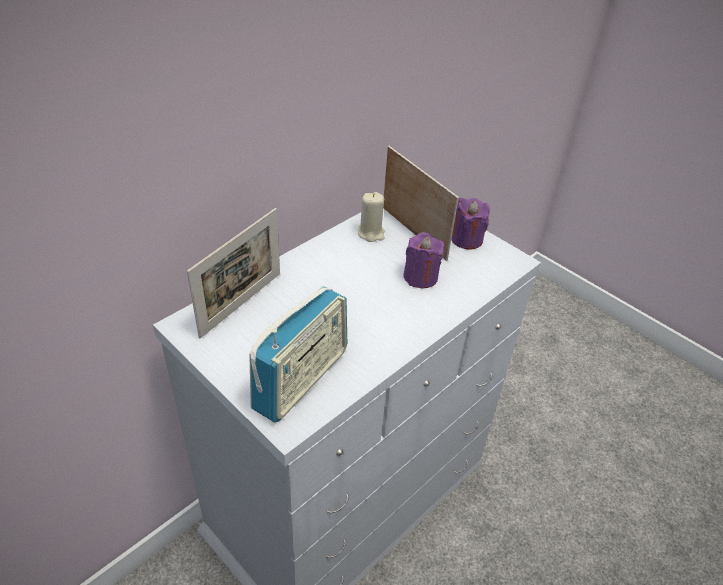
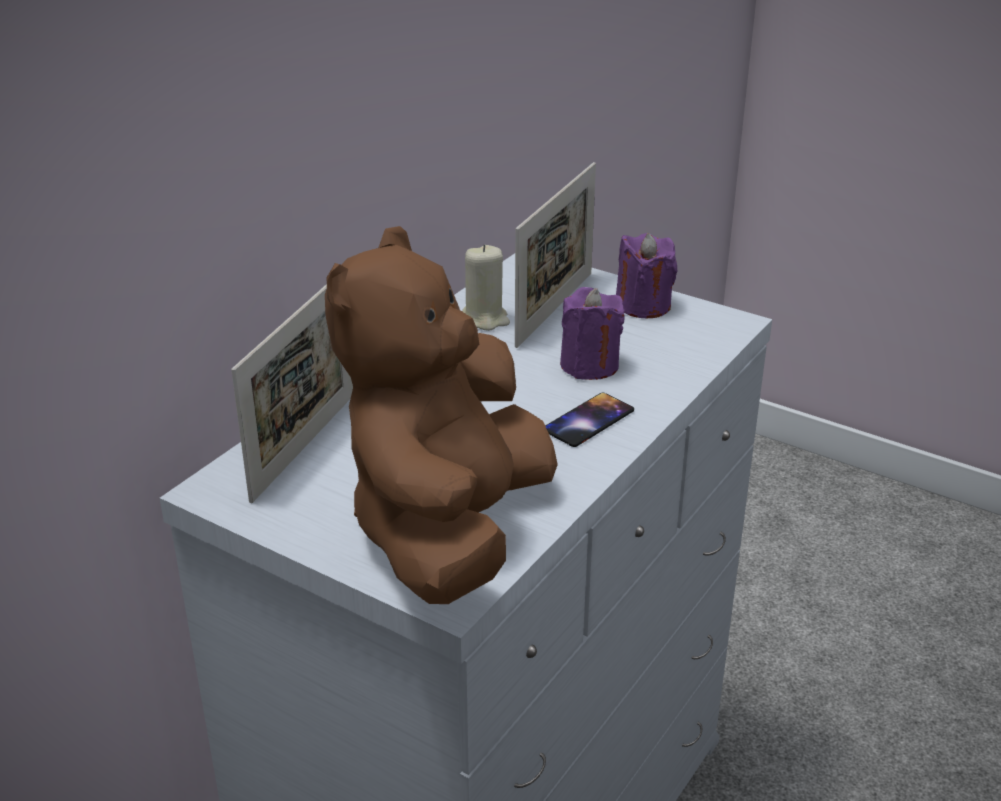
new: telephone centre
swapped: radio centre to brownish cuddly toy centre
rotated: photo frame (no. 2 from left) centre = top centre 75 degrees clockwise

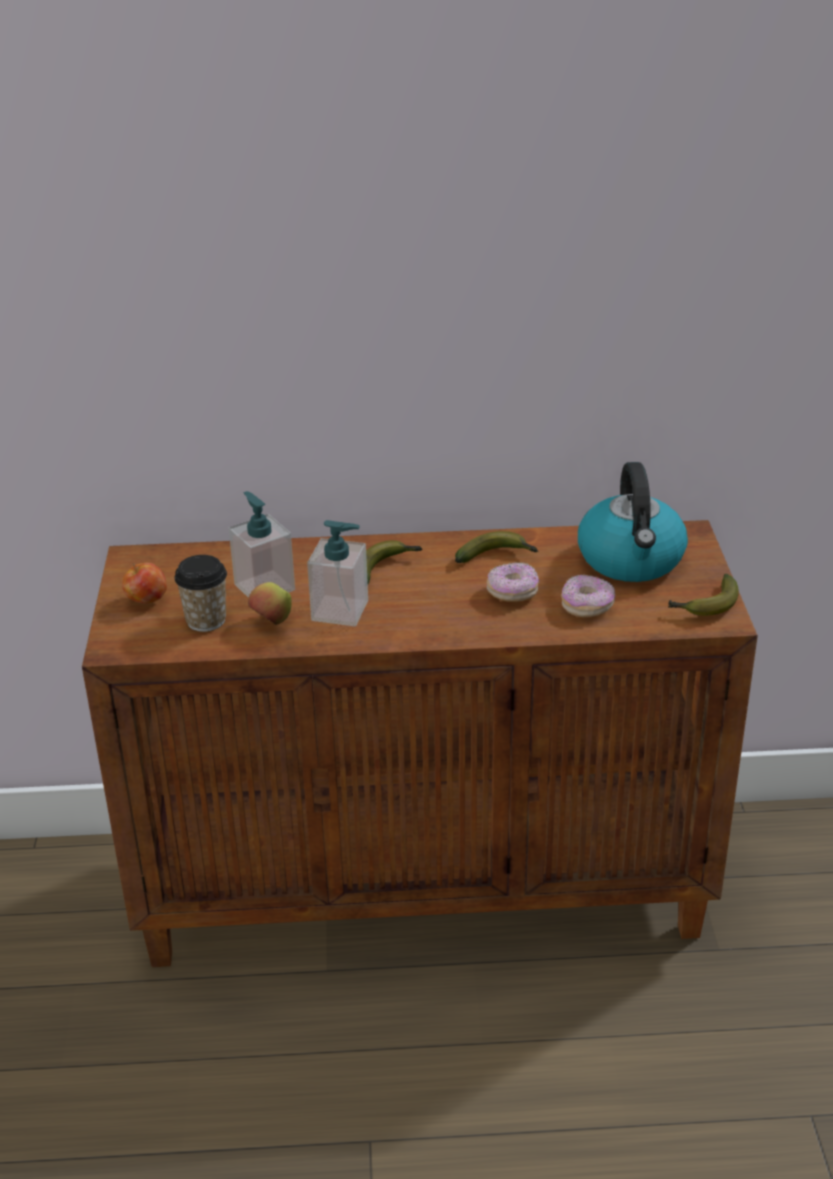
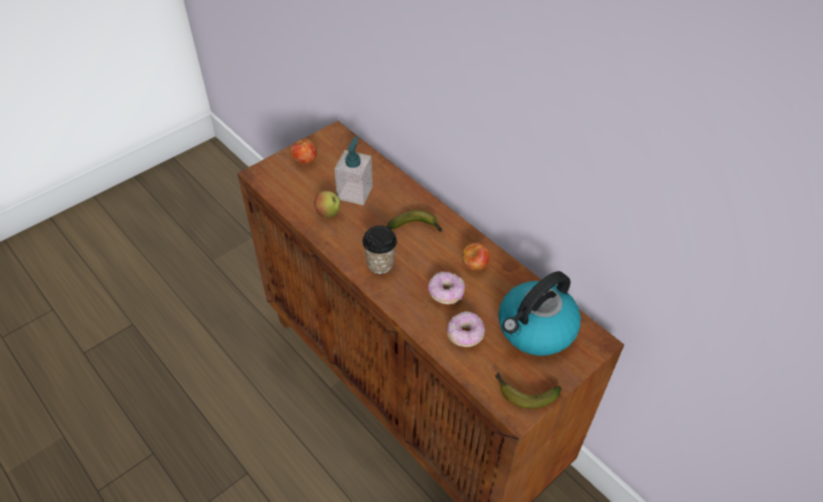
gone: soap bottle (no. 2 from left) centre
shifted: small cup middle left to centre
swapped: banana fruit (no. 2 from left) centre to apple (no. 3 from left) centre

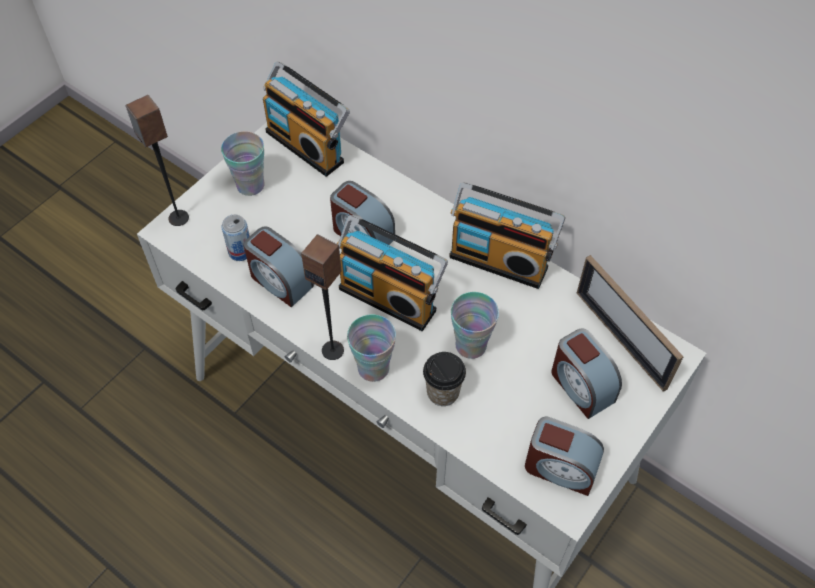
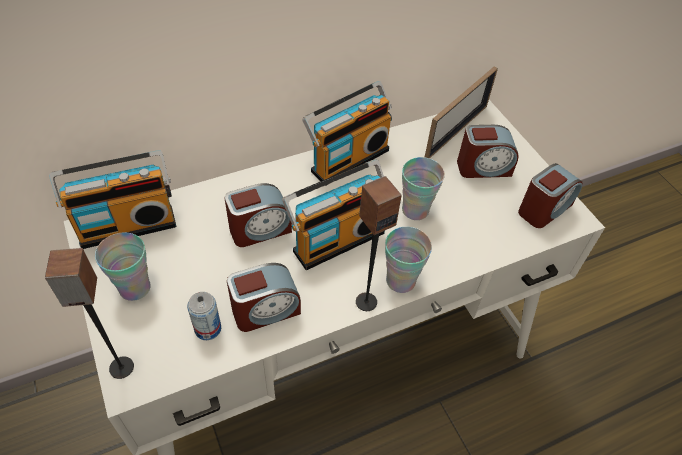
gone: small cup (no. 3 from left) centre
rotated: photo frame middle right = top right 45 degrees counterclockwise

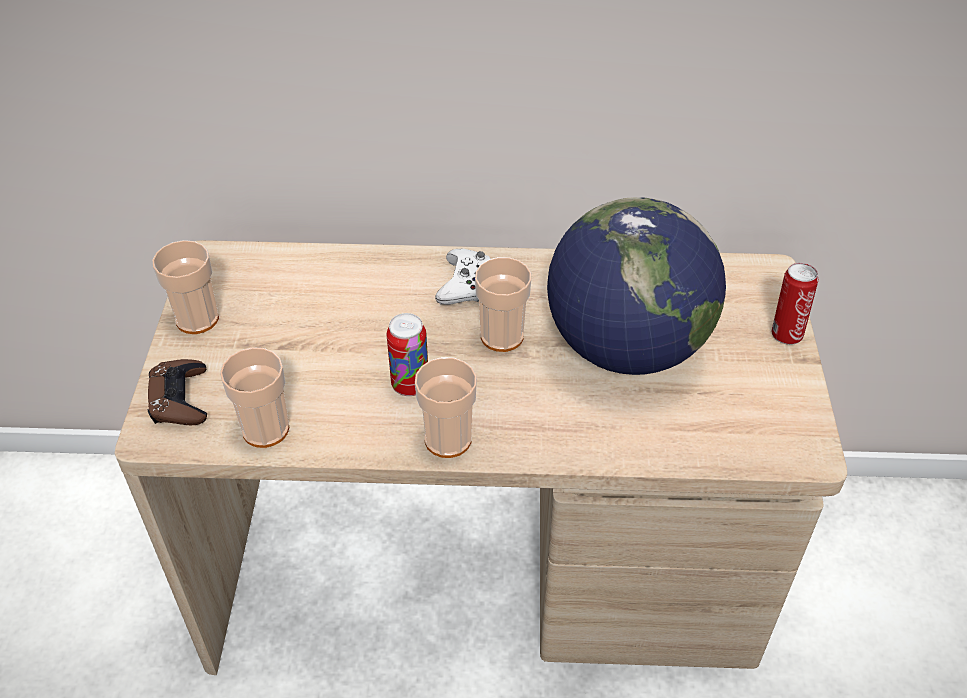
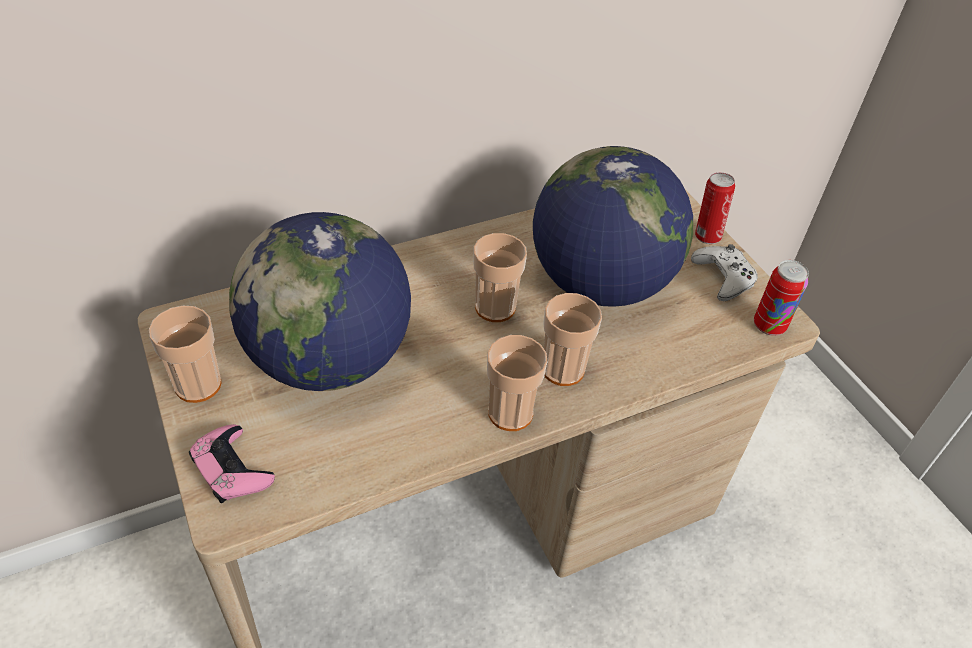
new: world globe (no. 1 from left) middle left
shifted: white-coloured joypad centre to middle right; sealed can (no. 1 from left in the first image) centre to sealed can (no. 2 from left) middle right; small cup (no. 2 from left in the first image) middle left to small cup (no. 4 from left) centre
repainted: brownish joypad middle left to pink-coloured joypad bottom left

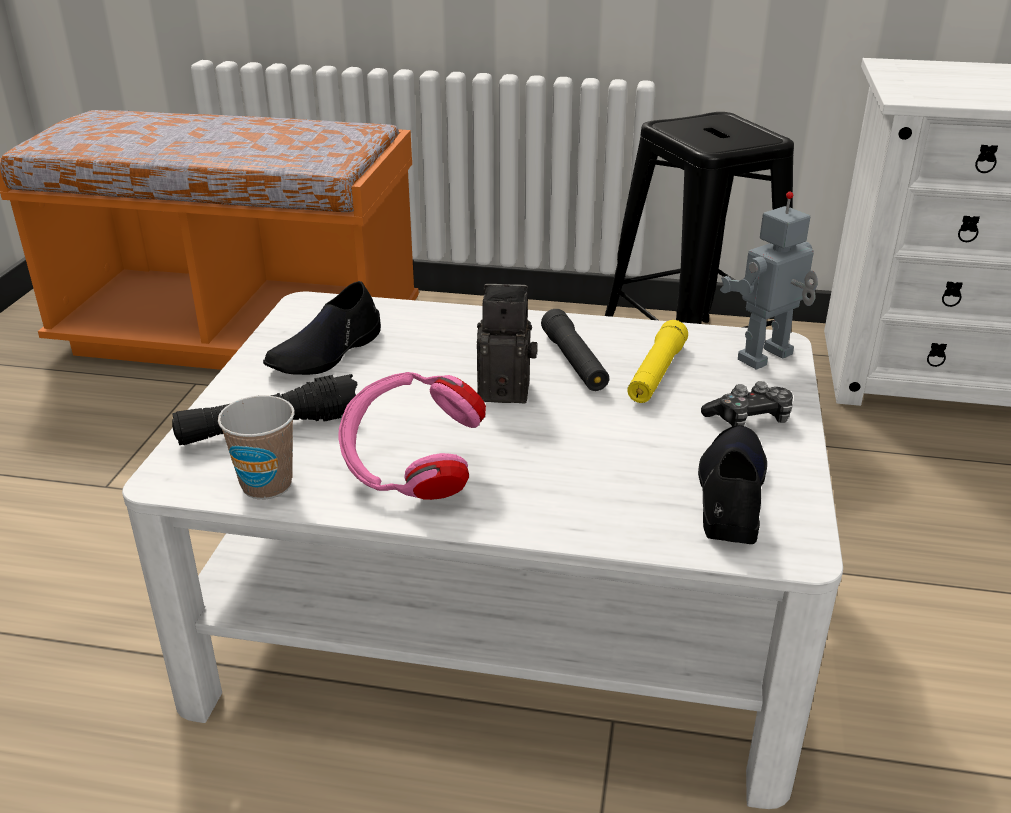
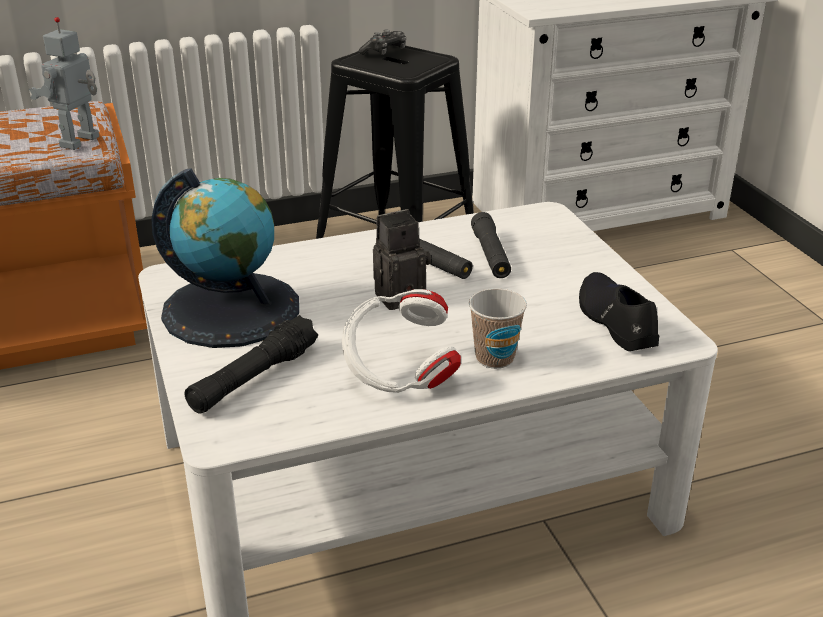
shifted: model robot middle right to top left; joypad middle right to top centre; small cup middle left to centre
swapped: blackish low shoe (no. 1 from left) middle left to world globe middle left
repainted: yellow flashlight centre to blackish flashlight (no. 3 from left) centre; pink-coloured headphones centre to white-coloured headphones centre

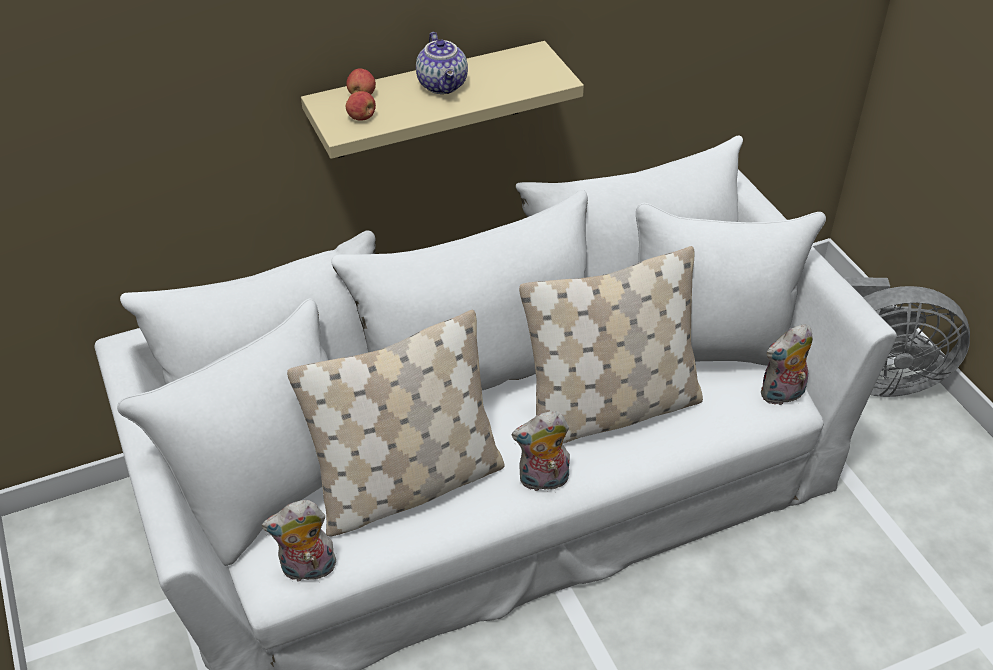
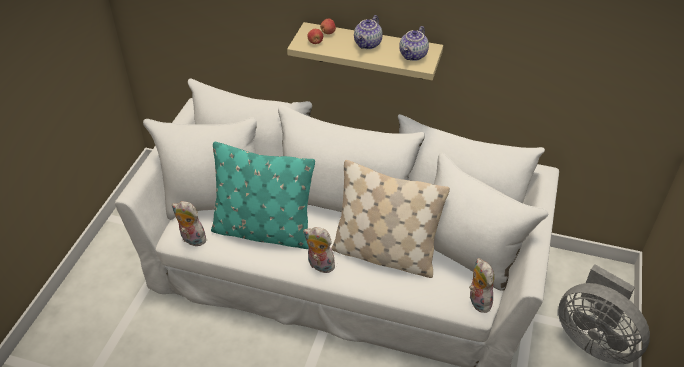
new: teapot (no. 2 from left) top centre
repainted: sand-coloured throw pillow (no. 1 from left) centre to turquoise throw pillow centre
rotated: cuddly toy (no. 3 from left) middle right = bottom right 60 degrees clockwise

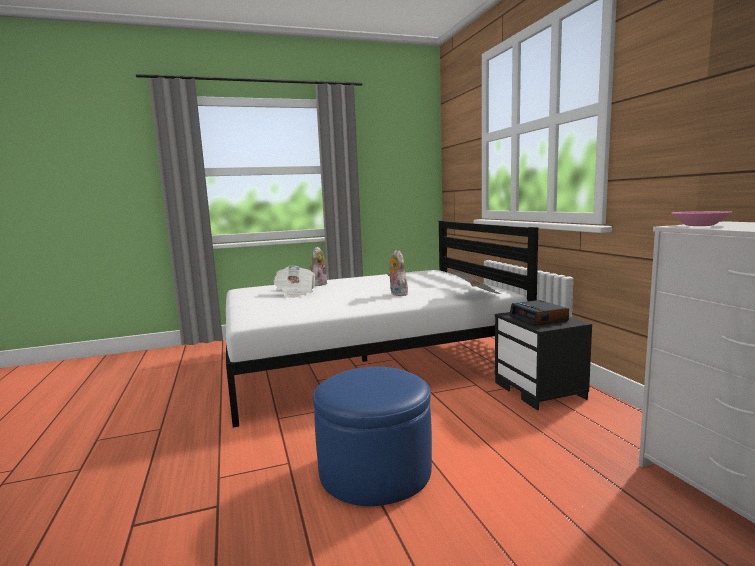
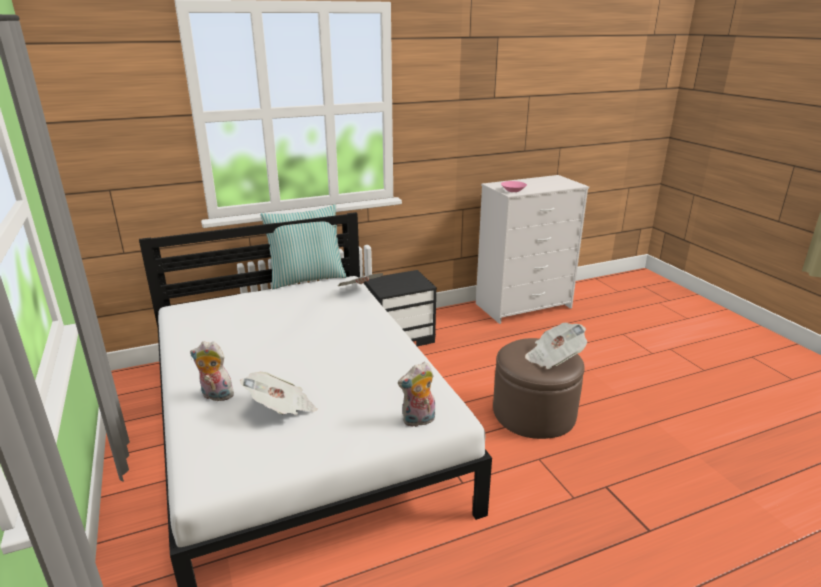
gone: alarm clock middle right
new: throw pillow centre; newspaper (no. 3 from left) middle right
shifted: cuddly toy (no. 2 from left) centre to bottom centre
repainted: blue-coloured ottoman bottom centre to brownish ottoman centre

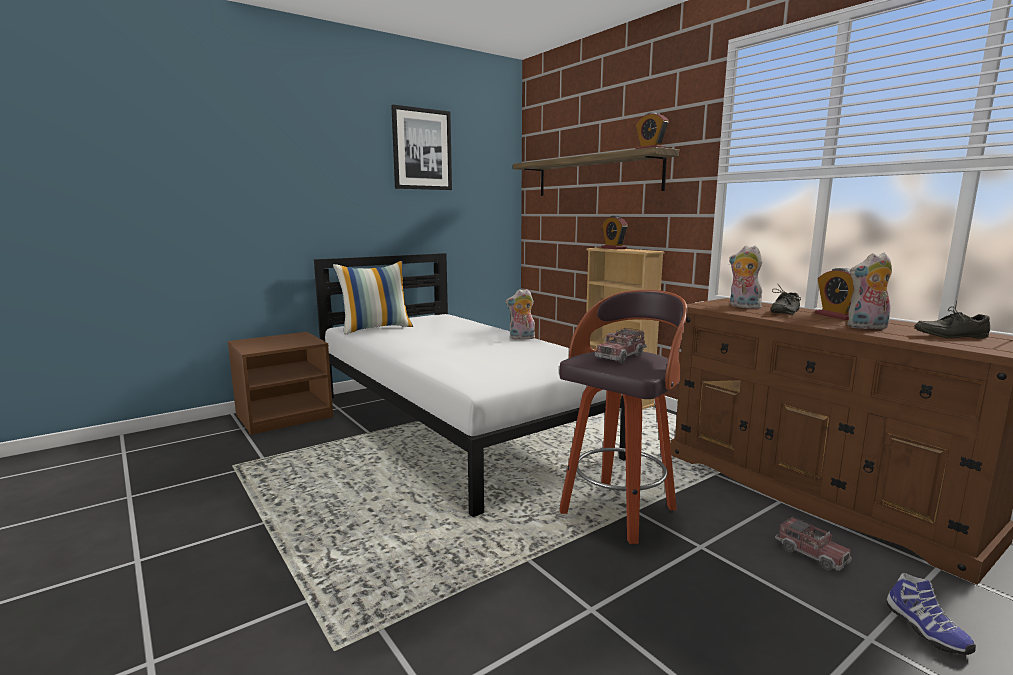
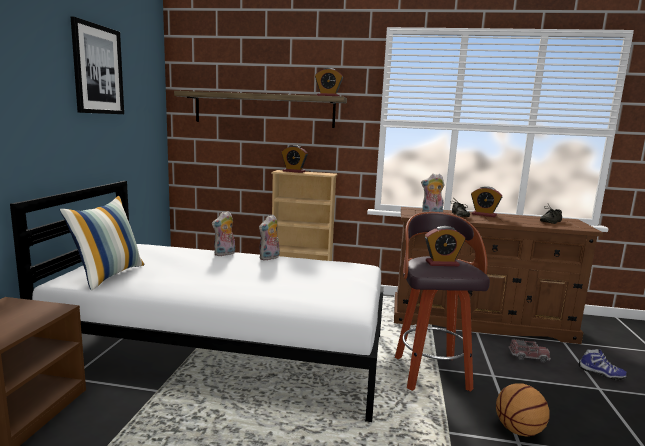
new: ball for basketball bottom right
shifted: cuddly toy (no. 3 from left in the first image) middle right to cuddly toy (no. 1 from left) centre
swapped: toy truck (no. 1 from left) centre to alarm clock (no. 3 from left) middle right

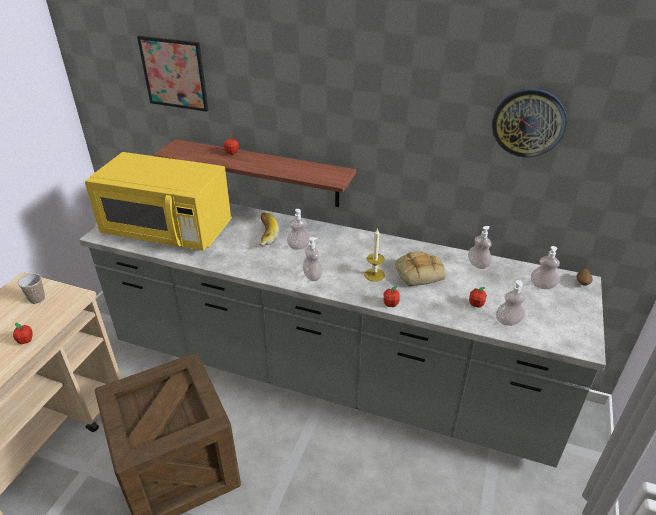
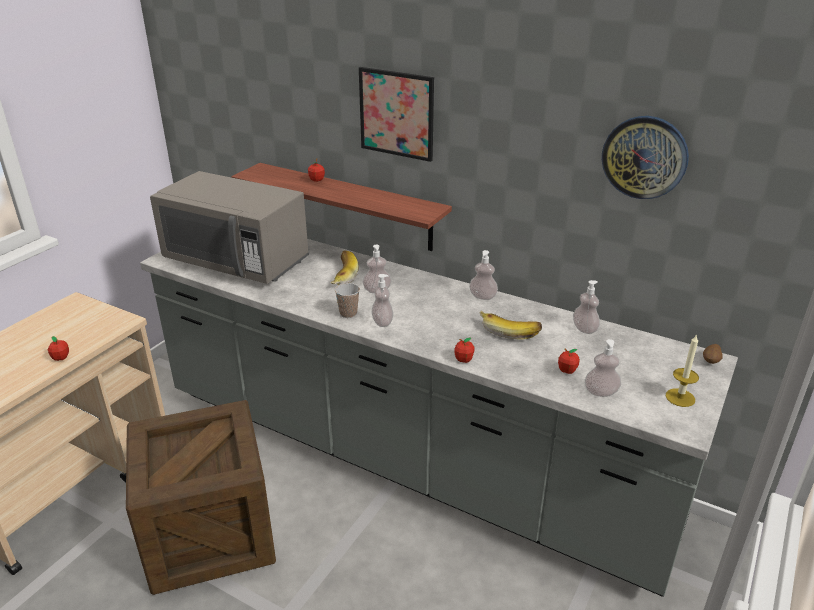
shifted: picture top left to top centre; wax light centre to middle right; soap bottle (no. 5 from left in the first image) middle right to soap bottle (no. 3 from left) centre; small cup middle left to centre
swapped: baked bread centre to banana fruit (no. 2 from left) centre
repainted: yellow microwave oven middle left to gray microwave oven middle left

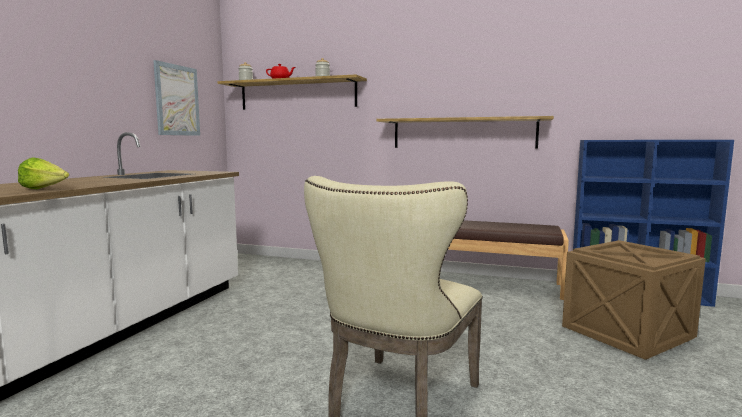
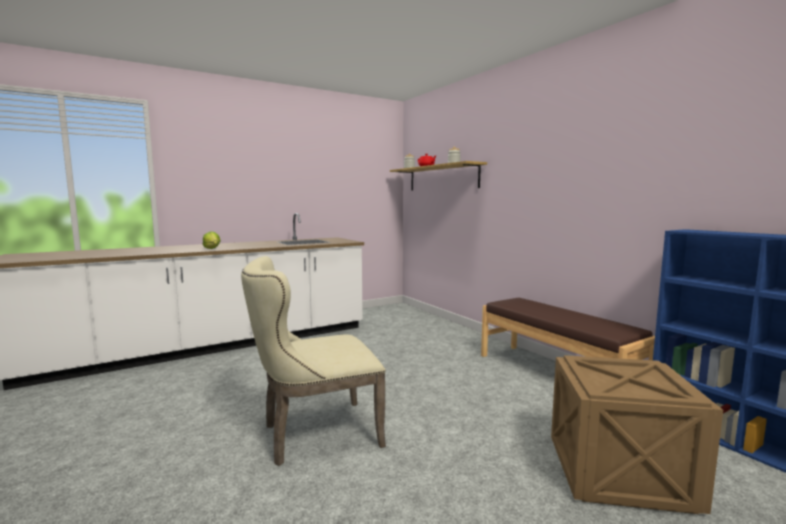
gone: picture top left; wall shelf (no. 2 from left) top centre

